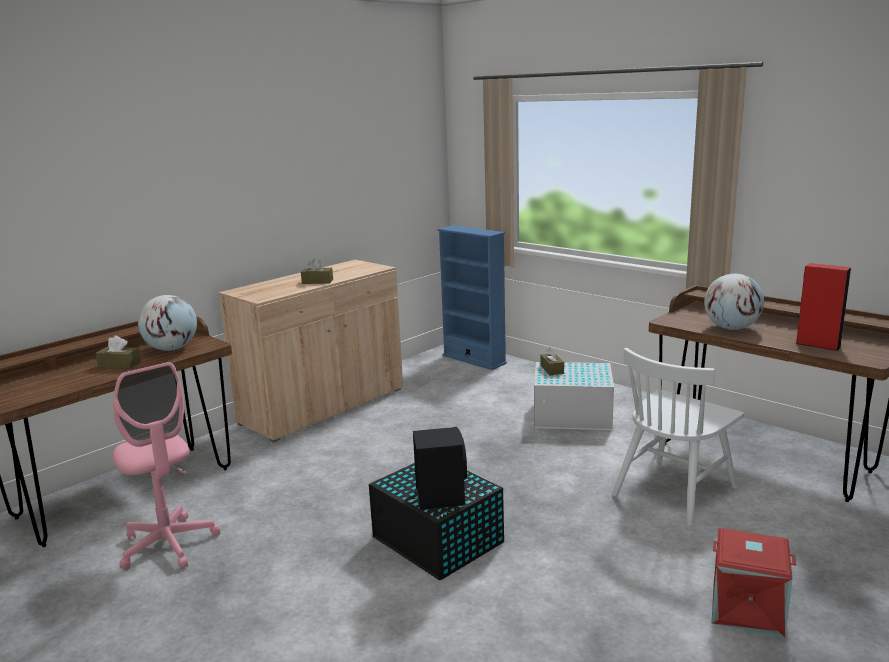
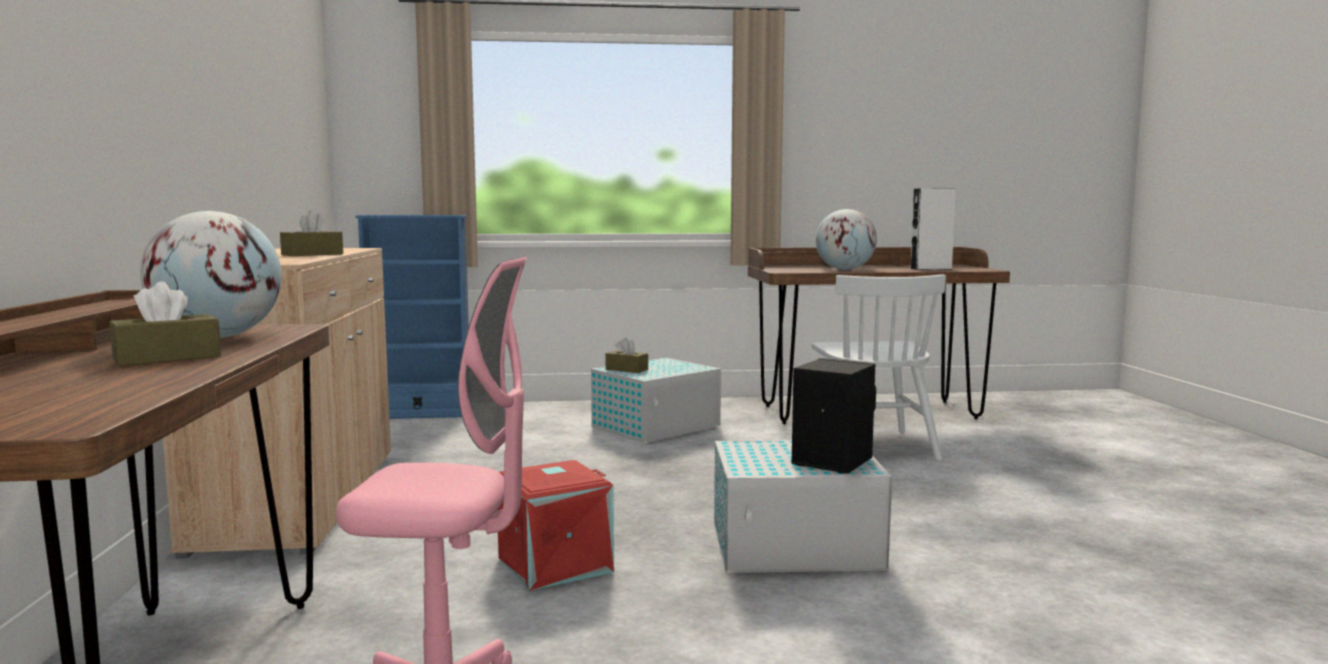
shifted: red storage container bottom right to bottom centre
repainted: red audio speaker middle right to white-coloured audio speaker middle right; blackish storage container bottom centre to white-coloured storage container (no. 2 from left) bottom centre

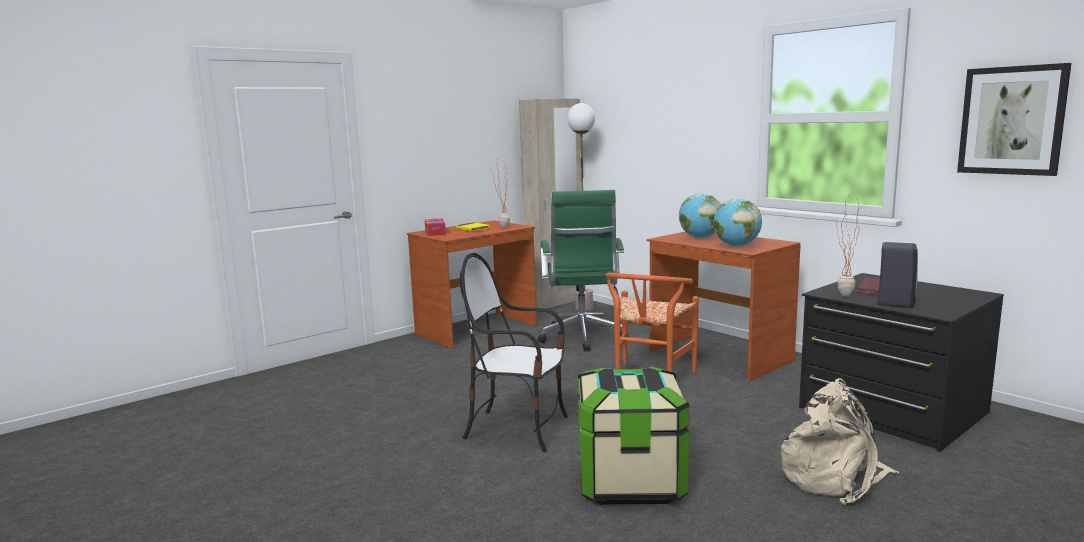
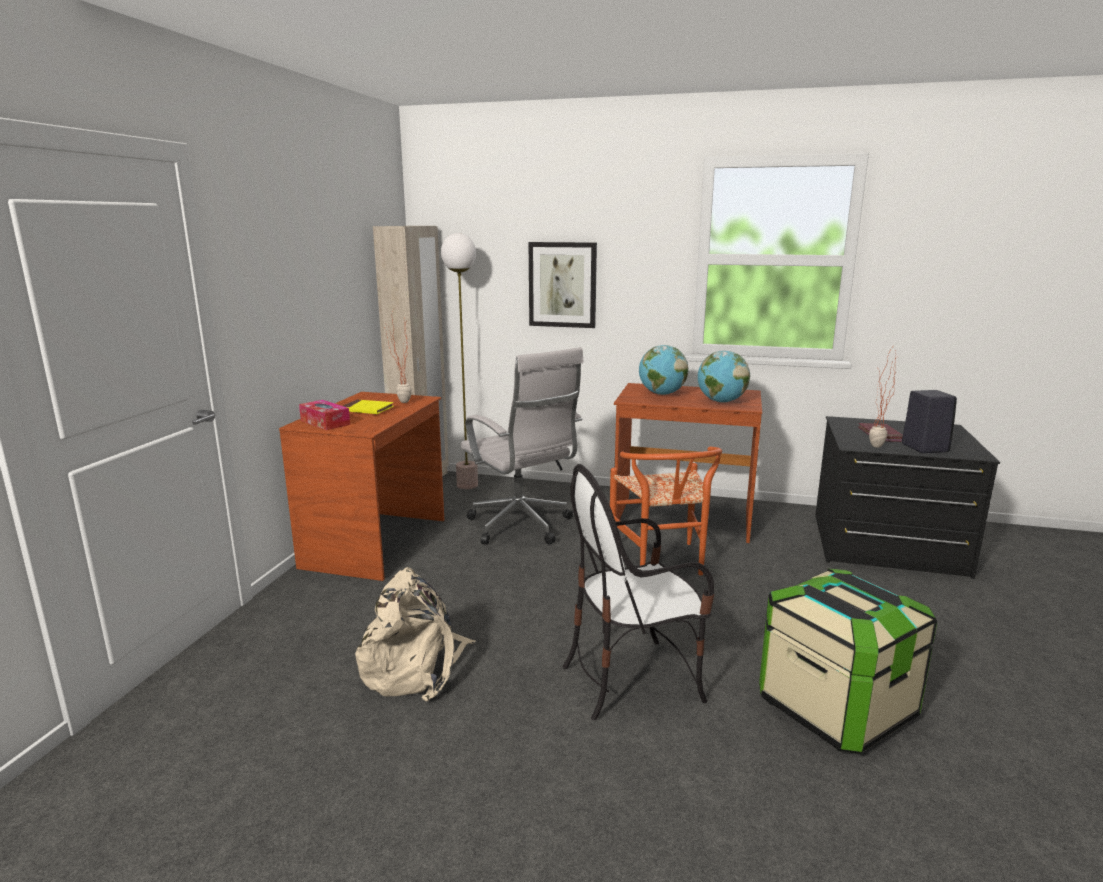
shifted: picture top right to top centre; sand-coloured knapsack bottom right to bottom centre
repainted: green-coloured desk chair centre to white-coloured desk chair centre

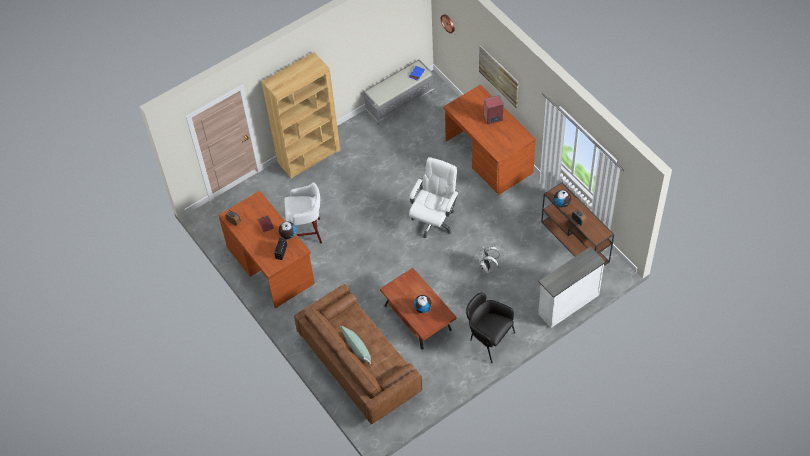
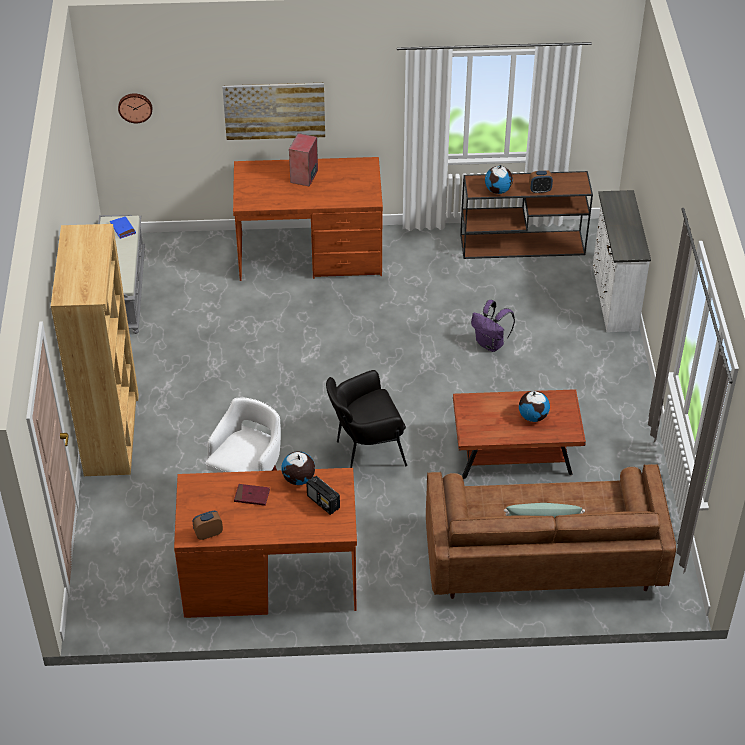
gone: white-coloured desk chair centre
shifted: blackish easy chair bottom centre to centre
repainted: white-coloured knapsack centre to purple-coloured knapsack centre

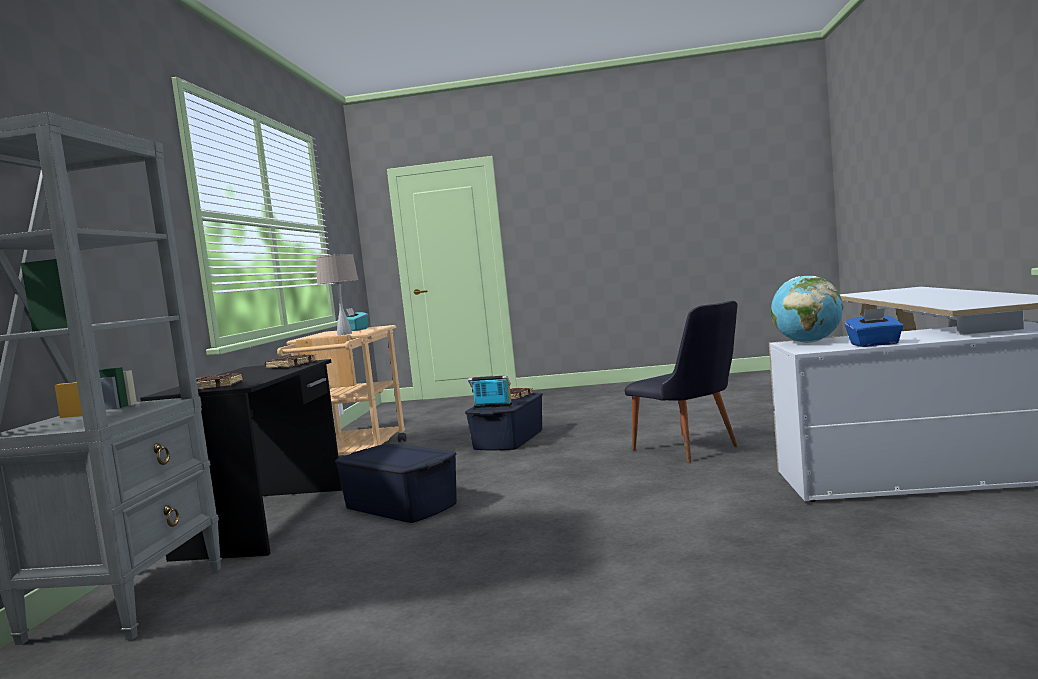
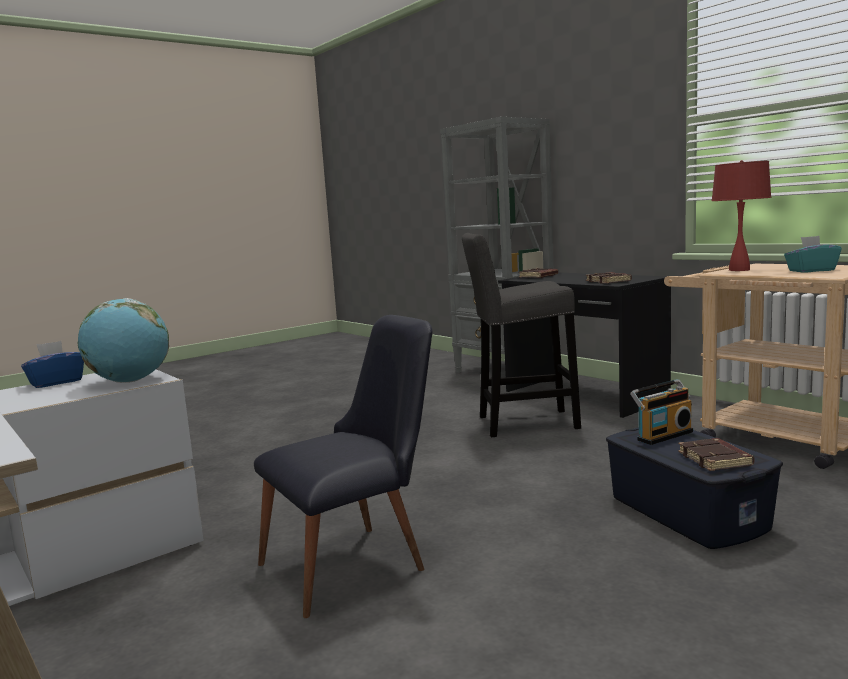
swapped: blue-coloured storage container (no. 1 from left) bottom centre to gray stool seat centre
repainted: sand-coloured lamp for a table middle left to red lamp for a table top right
rotated: blackish chair centre = bottom centre 135 degrees clockwise

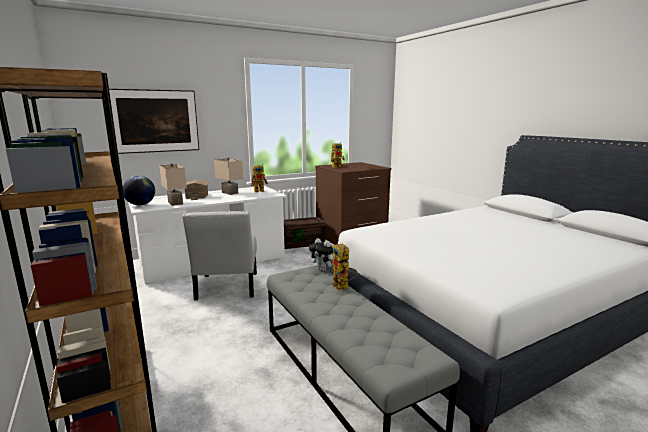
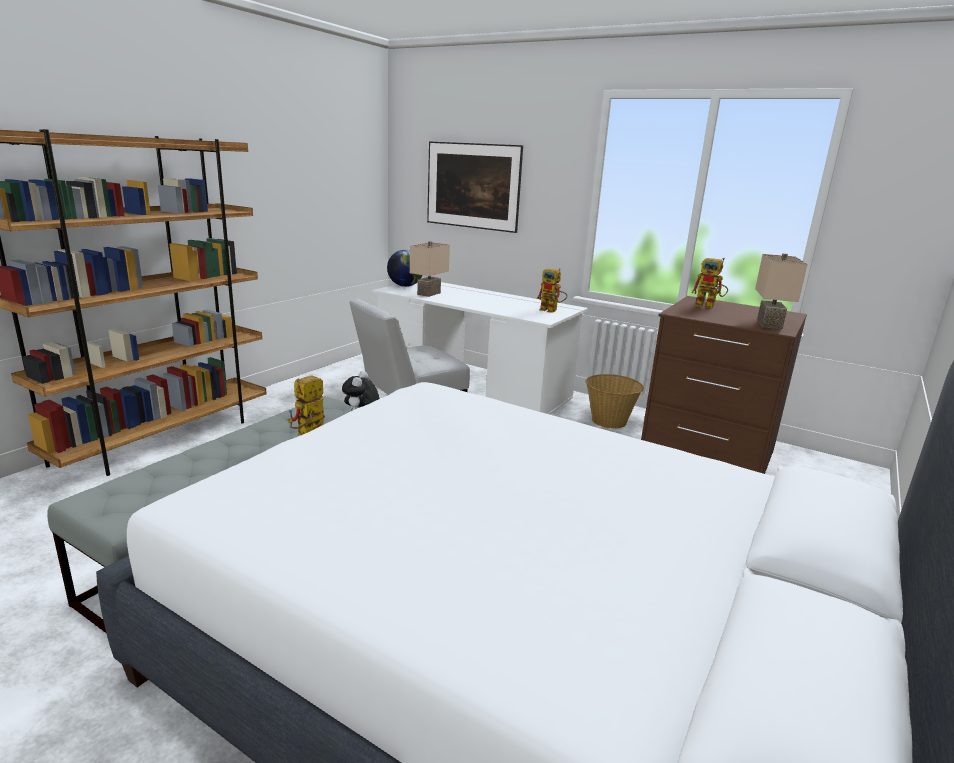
gone: miniature house middle left
shifted: sand-coloured lamp for a table (no. 2 from left) centre to middle right
swapped: brownish storage container centre to storage basket centre

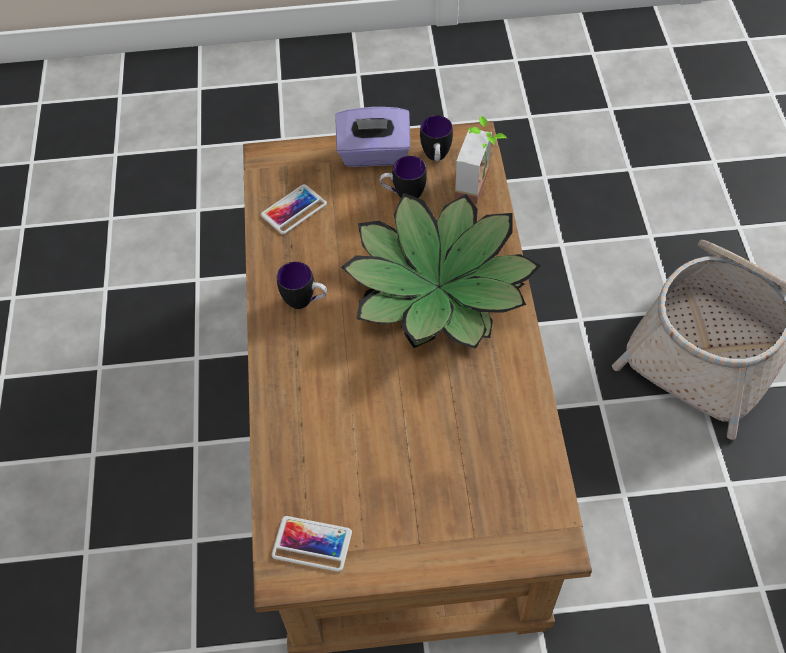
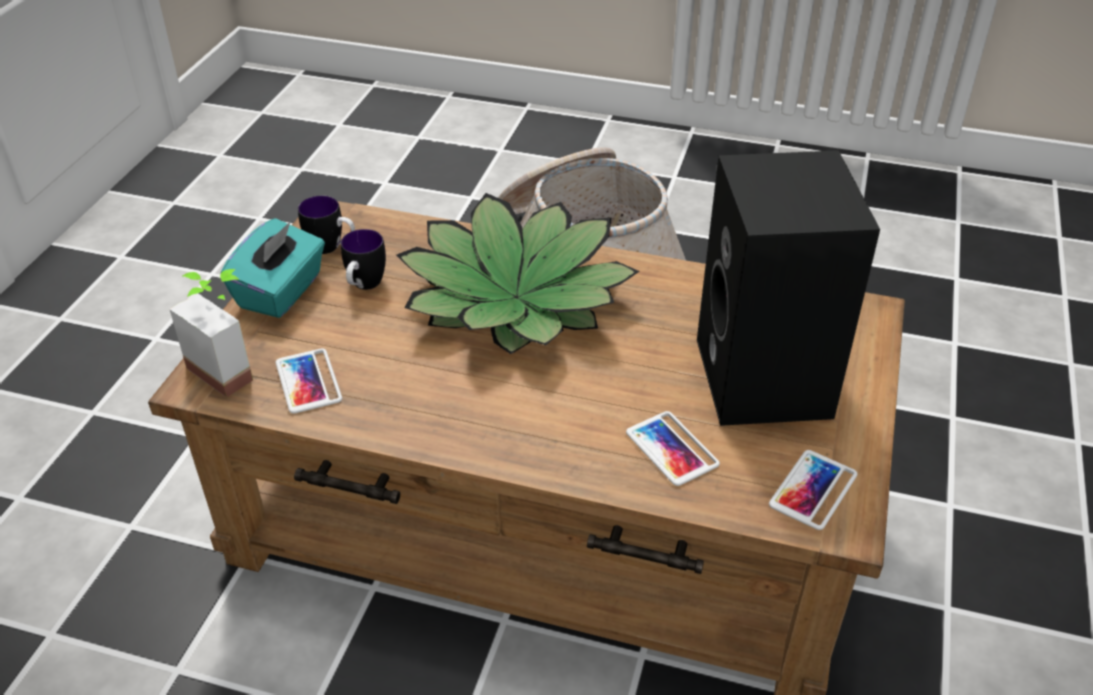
gone: coffee mug (no. 1 from left) centre
new: blackish audio speaker middle right; telephone (no. 2 from left) centre
shifted: potted plant (no. 2 from left in the first image) top centre to potted plant (no. 1 from left) middle left
repainted: purple-coloured tissue box top centre to turquoise tissue box middle left

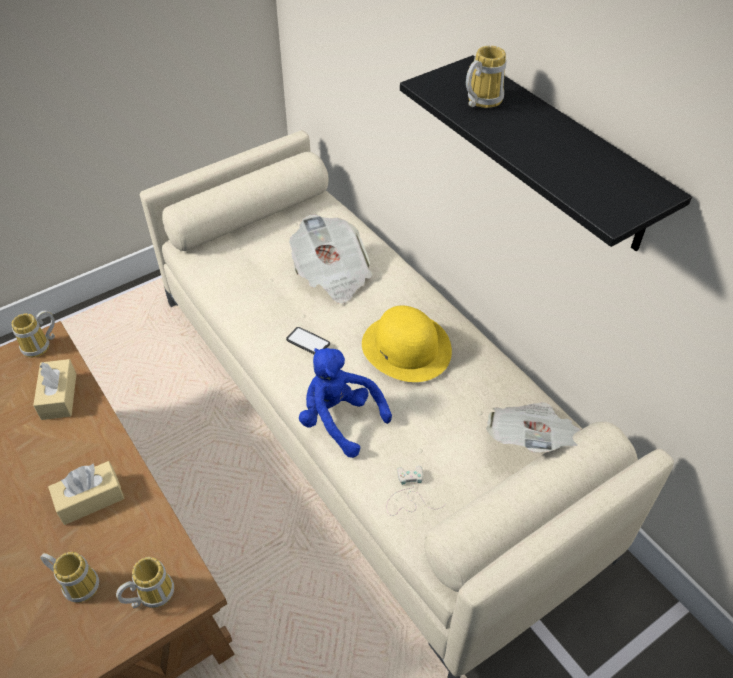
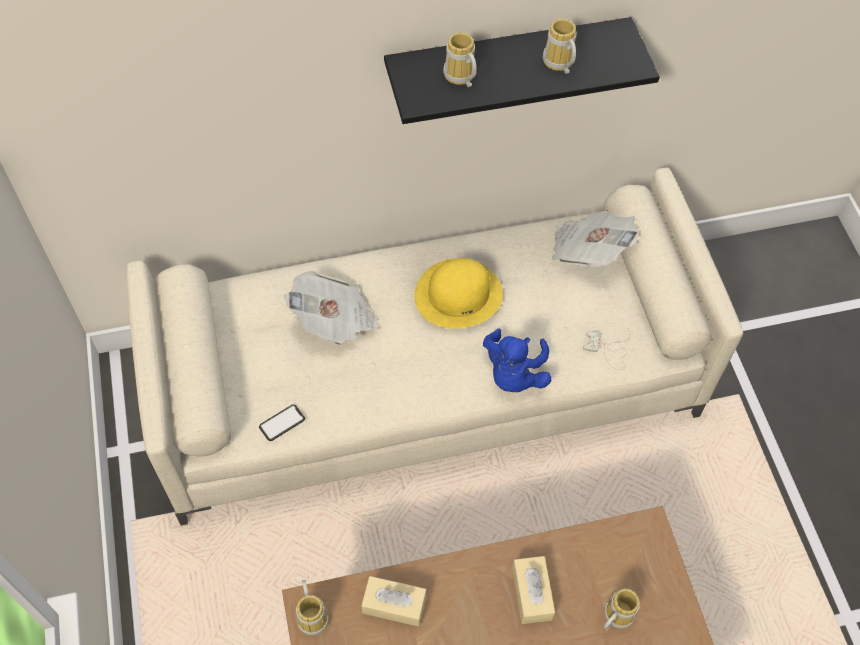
shifted: telephone centre to middle left; coffee mug (no. 3 from left) bottom left to top centre
rotated: blue-coloured cuddly toy centre = centre 45 degrees counterclockwise

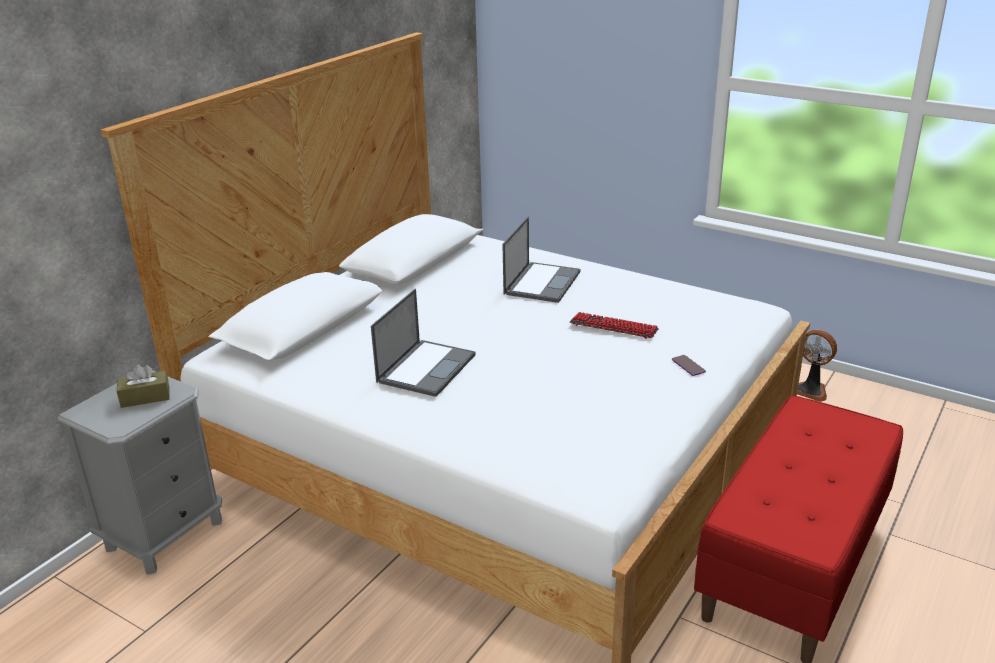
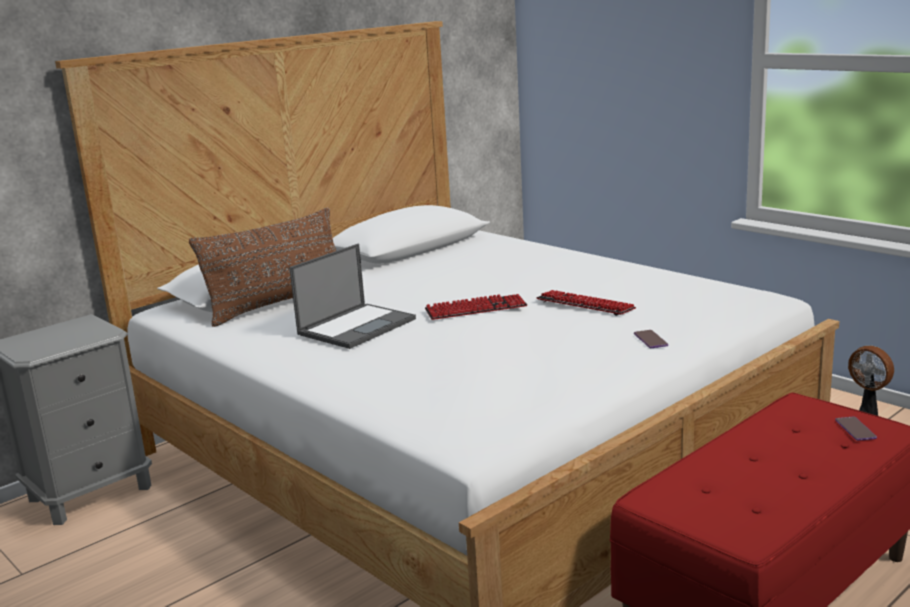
gone: laptop (no. 2 from left) centre; brownish tissue box middle left
new: brownish throw pillow middle left; computer keyboard (no. 1 from left) centre; telephone (no. 2 from left) bottom right

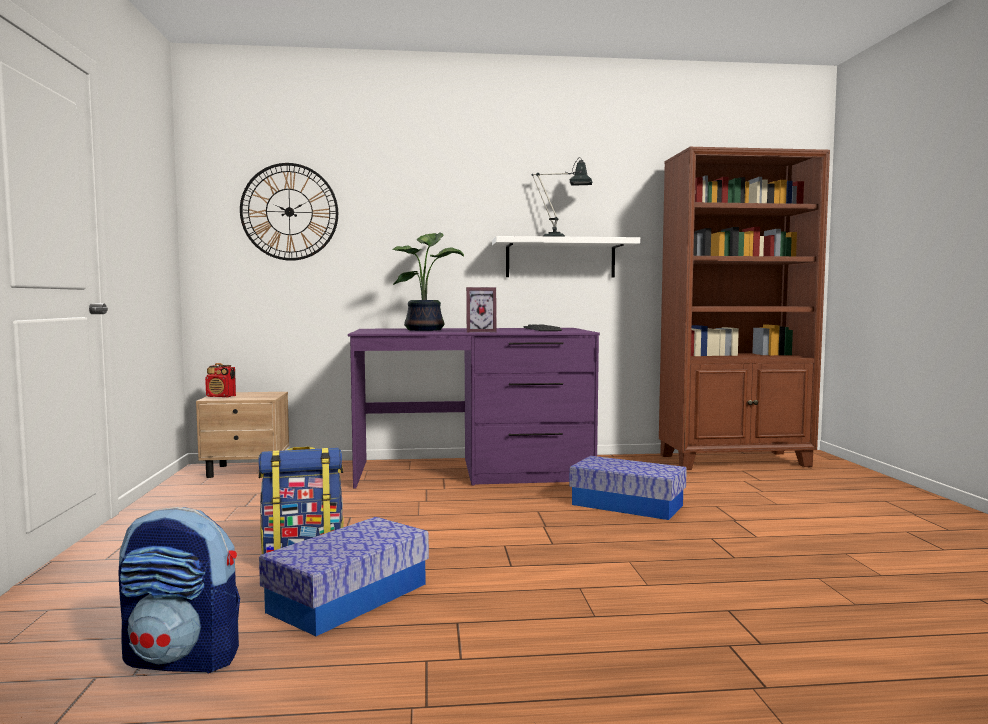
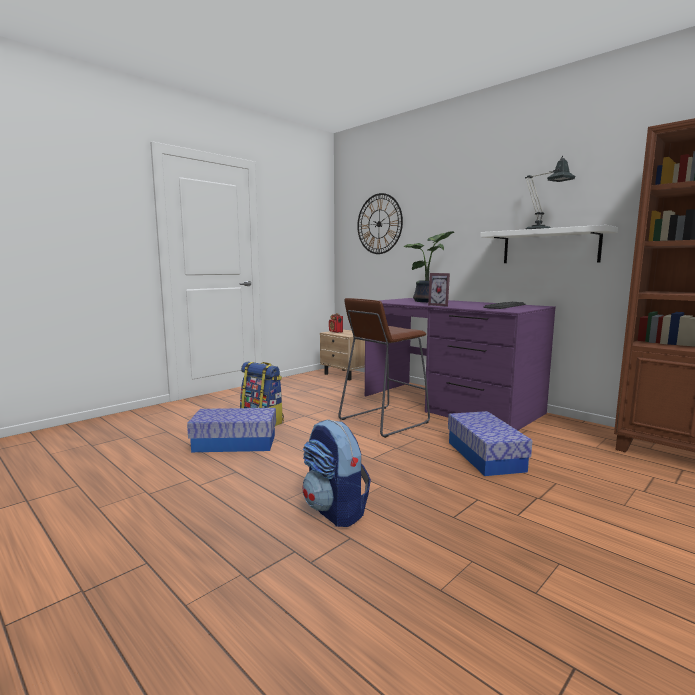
new: brownish stool seat centre
shifted: knapsack (no. 1 from left in the first image) bottom left to knapsack (no. 2 from left) bottom centre

